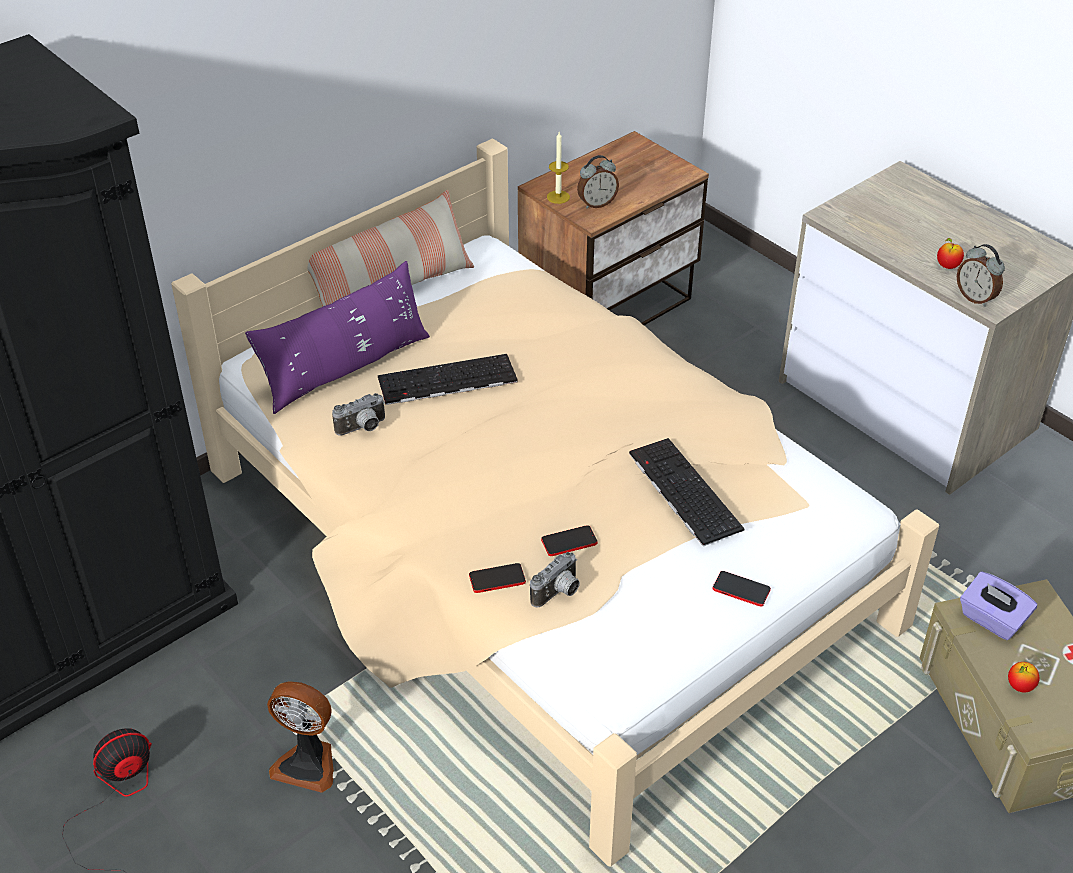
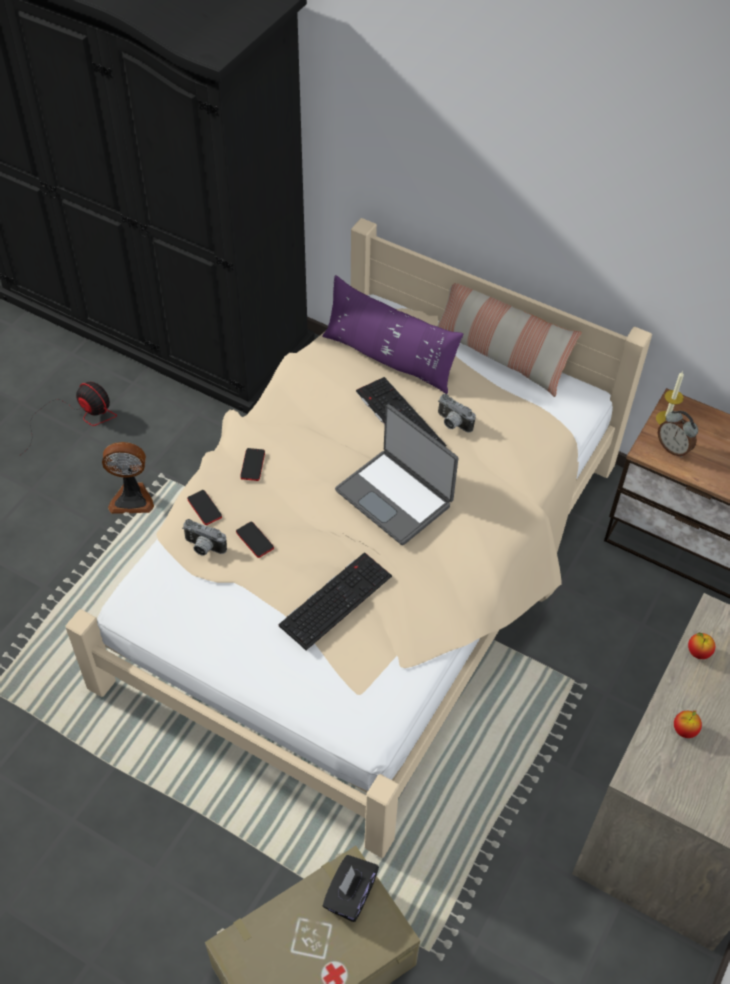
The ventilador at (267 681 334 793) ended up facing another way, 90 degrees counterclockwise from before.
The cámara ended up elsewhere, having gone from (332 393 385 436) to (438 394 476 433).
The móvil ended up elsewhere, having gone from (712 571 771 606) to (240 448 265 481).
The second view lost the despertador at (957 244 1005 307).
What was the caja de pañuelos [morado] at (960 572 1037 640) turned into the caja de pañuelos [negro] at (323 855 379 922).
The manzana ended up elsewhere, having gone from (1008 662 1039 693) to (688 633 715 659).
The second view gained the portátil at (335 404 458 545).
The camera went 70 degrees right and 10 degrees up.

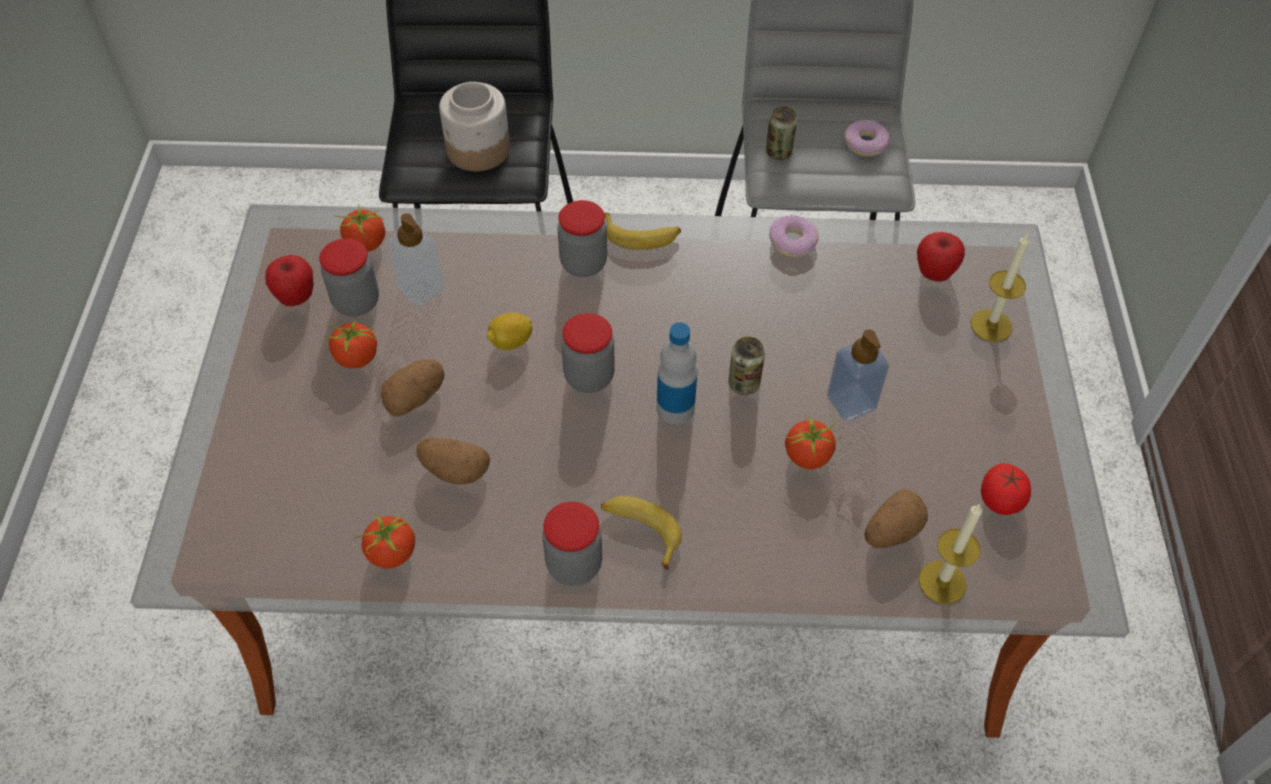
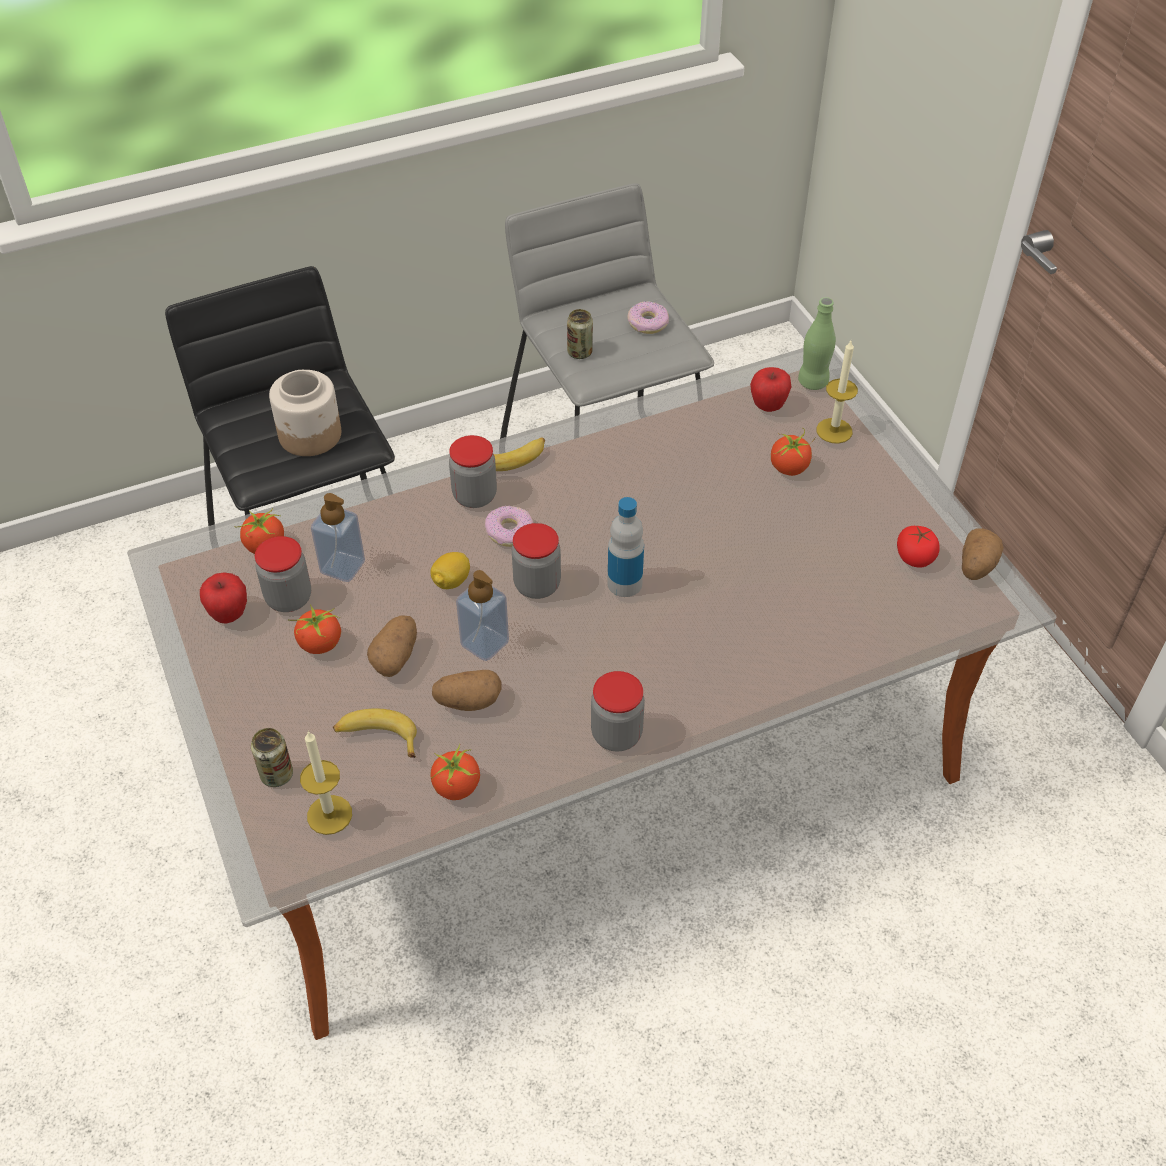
The plátano ended up elsewhere, having gone from (601 496 682 570) to (333 709 417 758).
The lata ended up elsewhere, having gone from (728 337 765 395) to (251 728 293 787).
The rosquilla ended up elsewhere, having gone from (769 215 819 257) to (485 506 534 547).
The tomate ended up elsewhere, having gone from (785 416 842 469) to (771 428 816 476).
The dispensador de jabón ended up elsewhere, having gone from (827 329 889 421) to (456 570 509 661).
The patata ended up elsewhere, having gone from (865 490 928 548) to (962 528 1004 580).
The vela ended up elsewhere, having gone from (918 504 982 604) to (300 731 352 835).
The second view gained the botella [verde] at (798 297 836 390).
The camera went 25 degrees left and 5 degrees down.

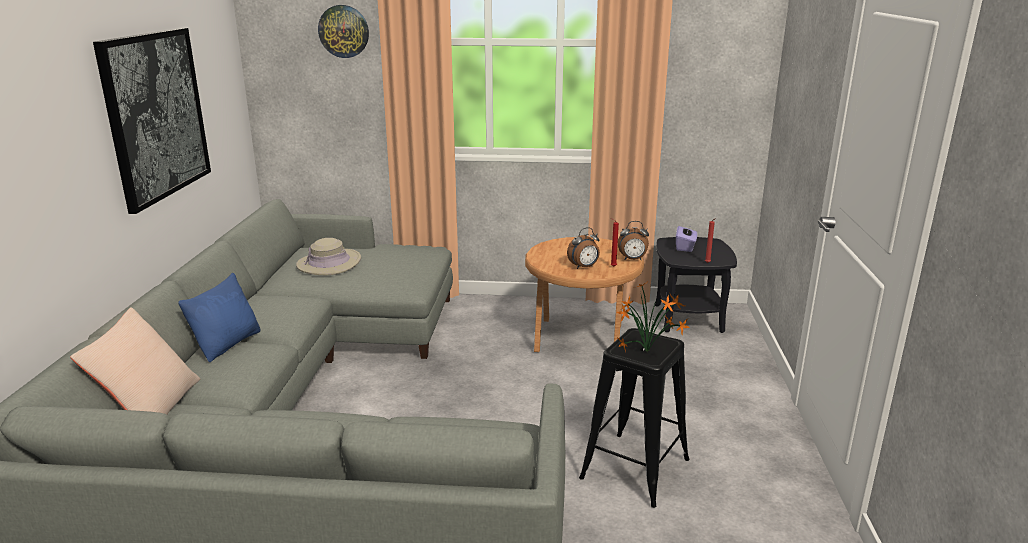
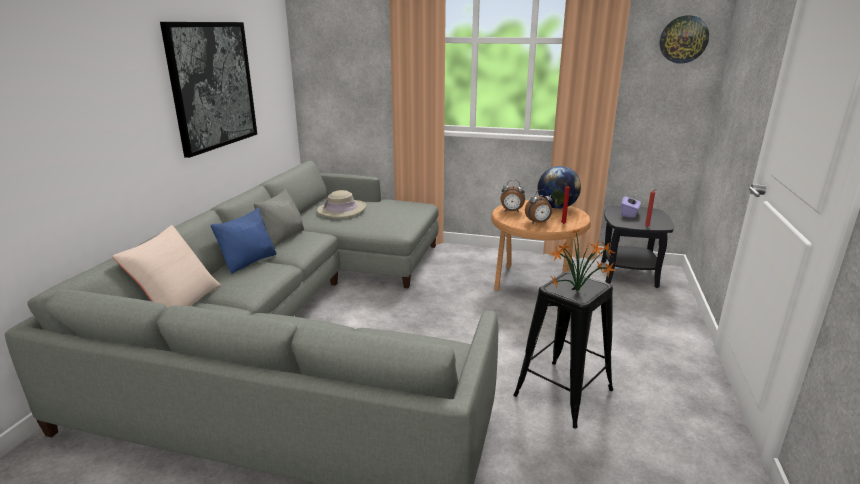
The reloj de pared ended up elsewhere, having gone from (318 5 369 58) to (659 15 709 64).
The despertador ended up elsewhere, having gone from (618 221 649 260) to (500 180 525 212).
The second view gained the cojín [gris] at (254 188 304 247).
The second view gained the globo terráqueo at (538 166 581 209).
The camera went 10 degrees right and 0 degrees up.

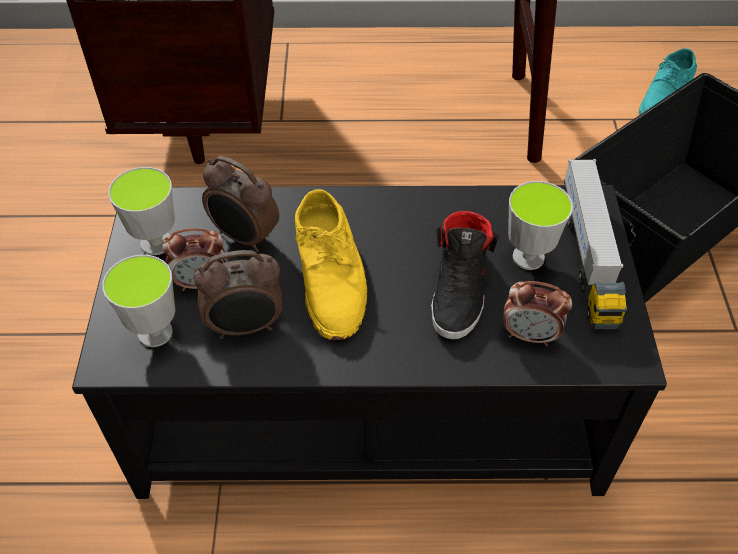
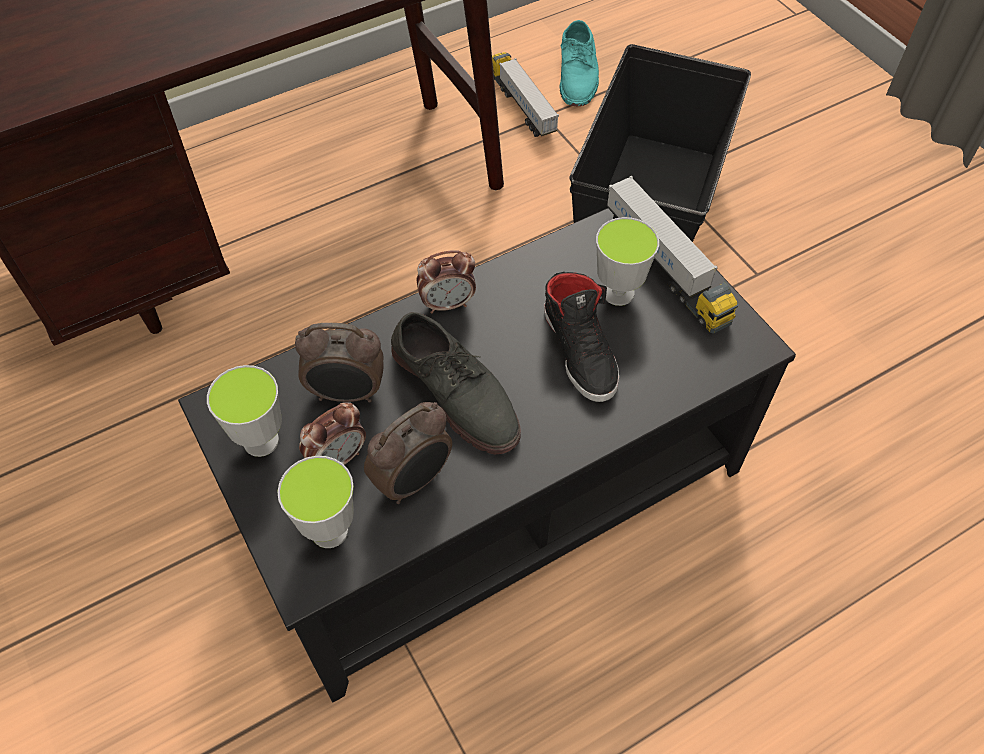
What was the zapato [amarillo] at (295 189 367 340) turned into the zapato [gris] at (391 312 521 454).
The despertador ended up elsewhere, having gone from (503 281 572 346) to (416 250 476 314).
The second view gained the camión de juguete at (492 52 559 137).
The camera went 30 degrees left and 5 degrees up.

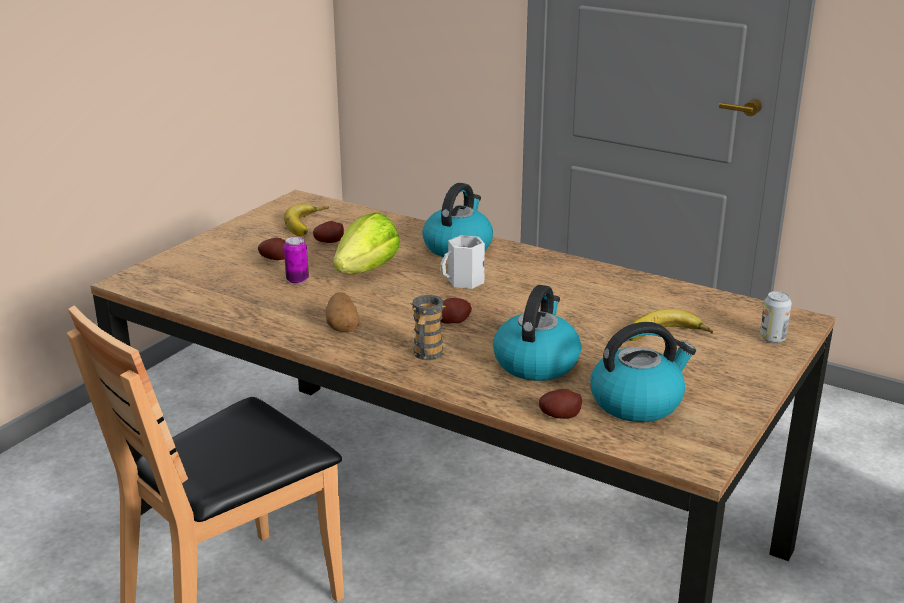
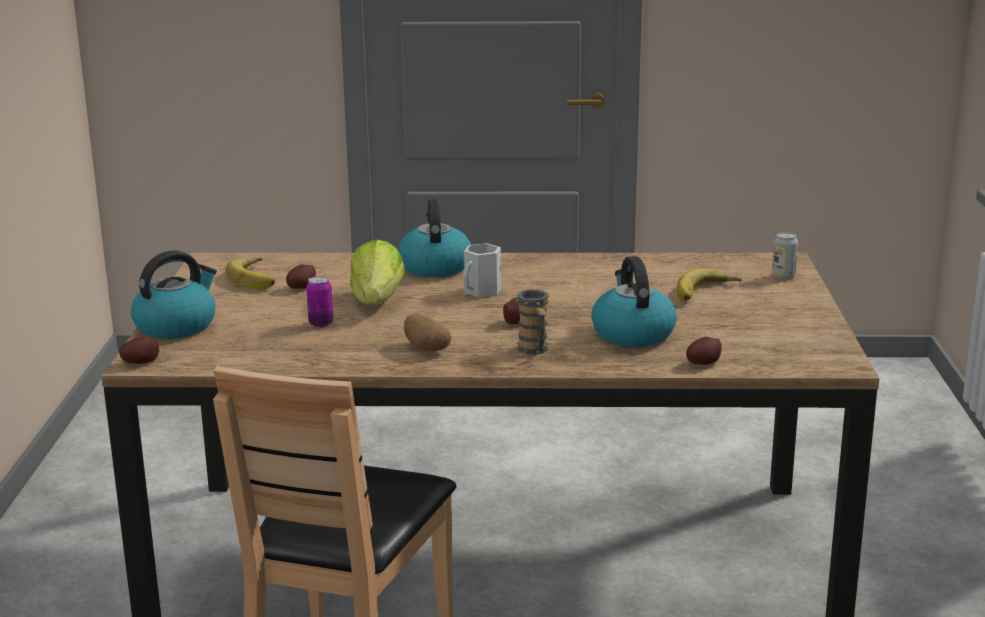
The patata ended up elsewhere, having gone from (258 237 286 260) to (119 336 159 364).
The hervidor ended up elsewhere, having gone from (590 322 696 422) to (131 251 217 339).
The camera went 30 degrees left and 5 degrees down.

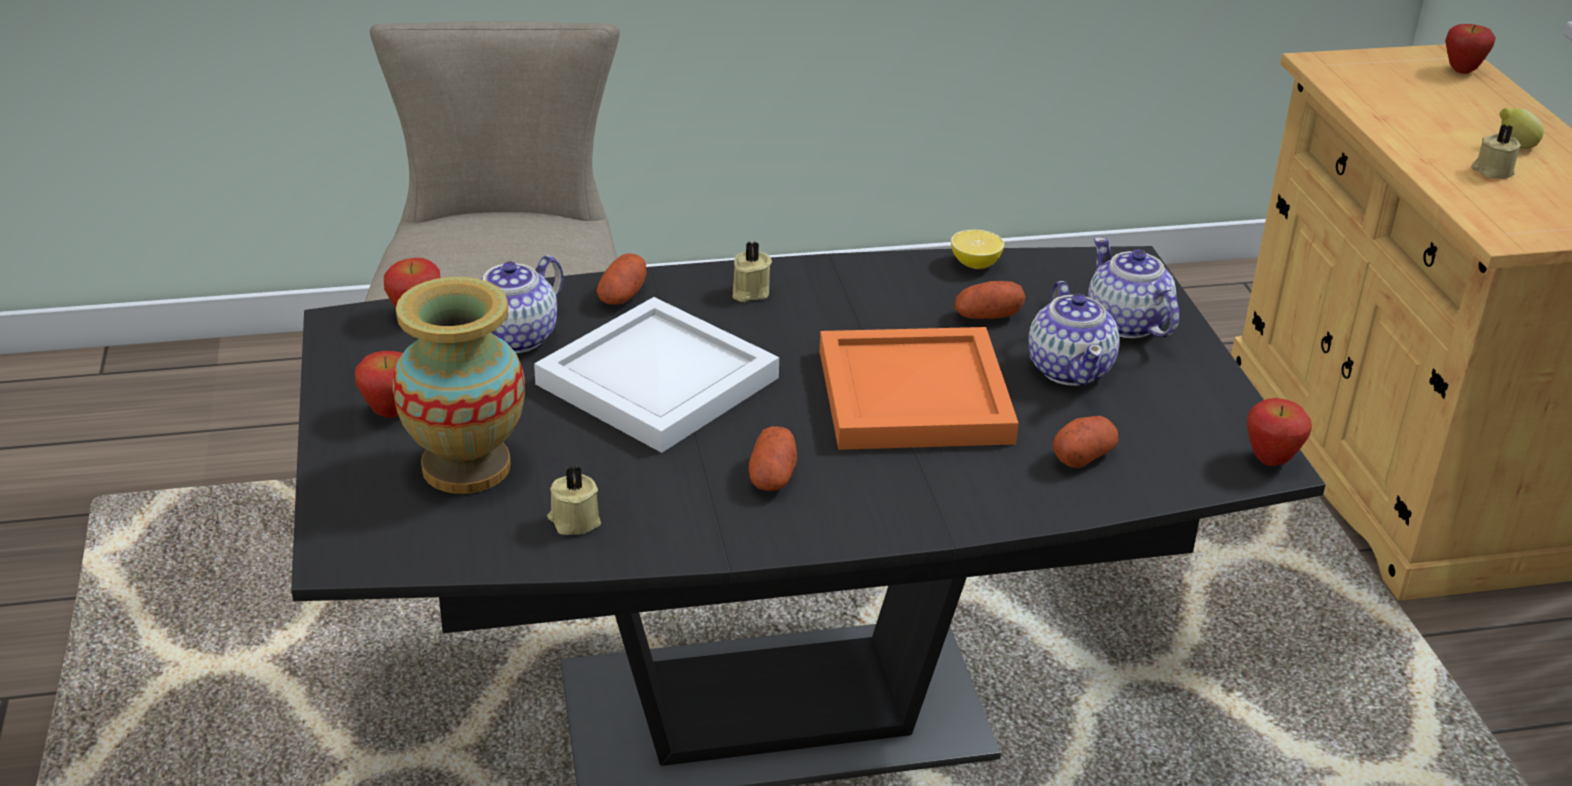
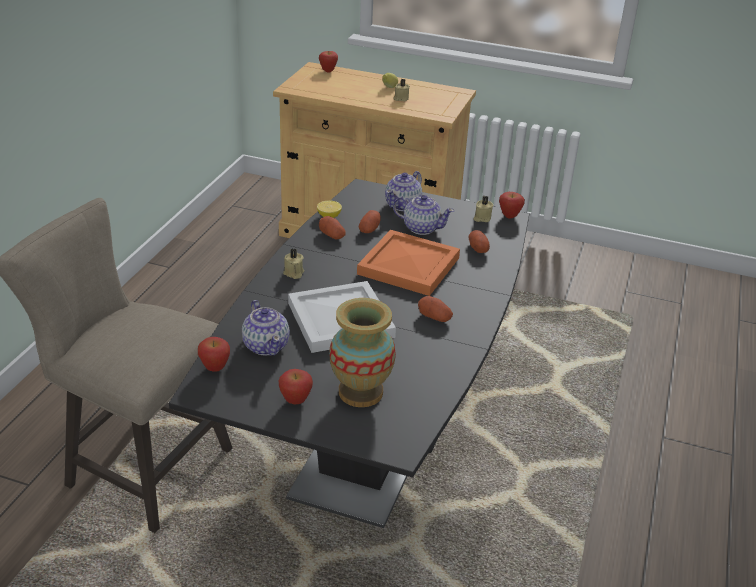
The vela [beis] ended up elsewhere, having gone from (547 466 601 535) to (473 196 493 222).
The patata ended up elsewhere, having gone from (597 253 647 305) to (319 216 346 239).
The tetera at (1088 237 1180 338) ended up facing another way, 60 degrees counterclockwise from before.
The camera went 60 degrees left and 0 degrees up.

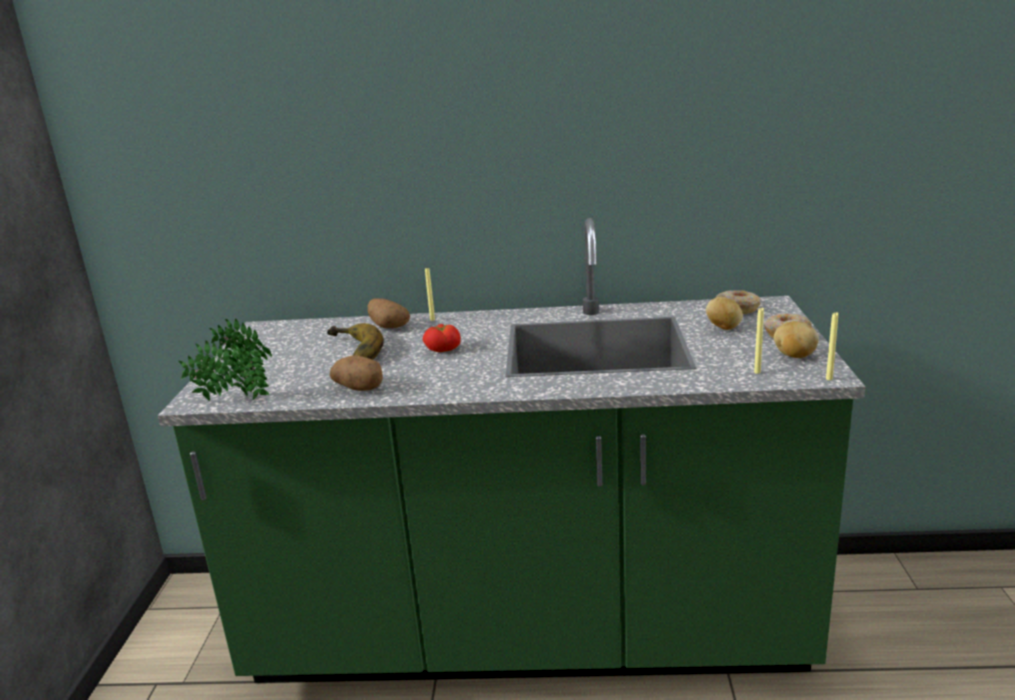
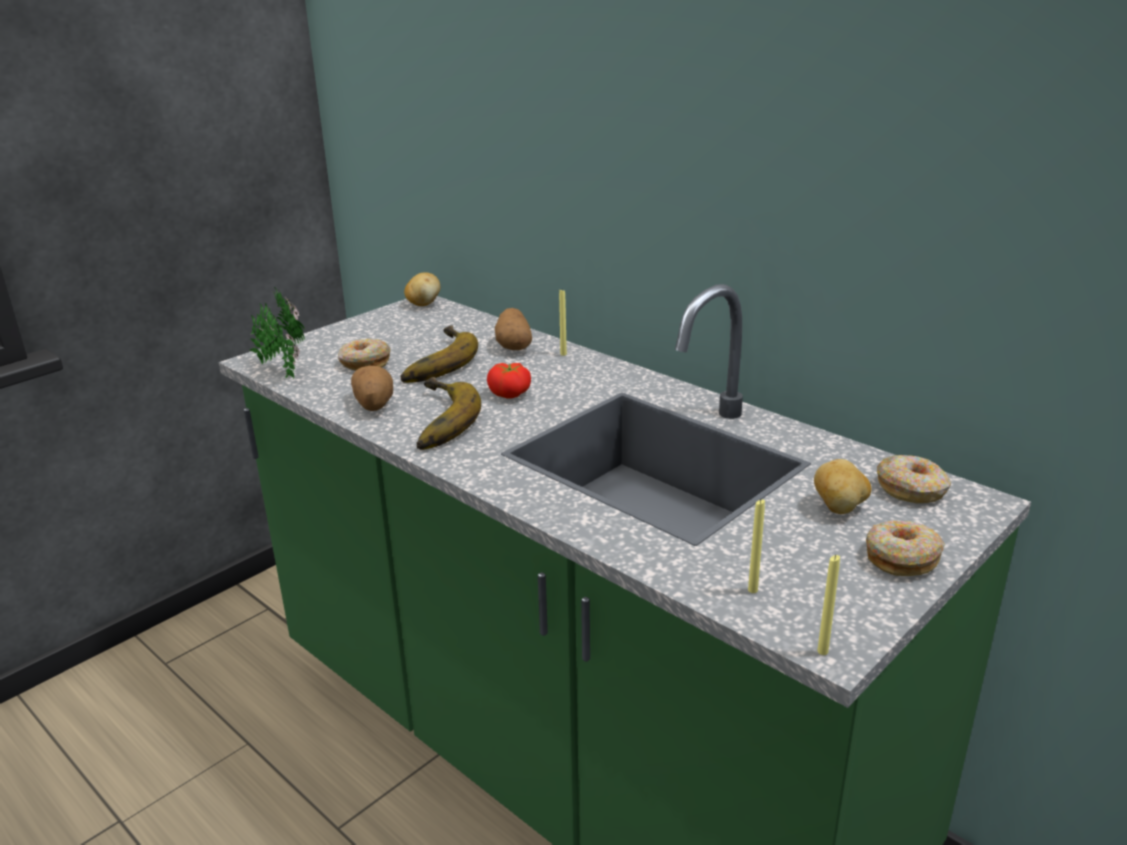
The patata ended up elsewhere, having gone from (774 321 819 358) to (404 272 440 306).
The second view gained the rosquilla at (338 339 390 371).
The second view gained the plátano at (417 377 481 450).
The camera went 40 degrees right and 5 degrees up.

